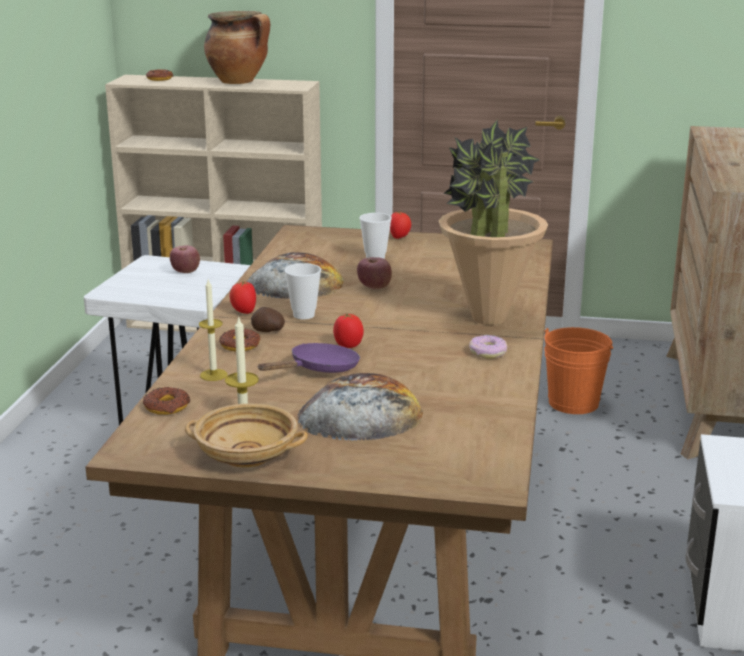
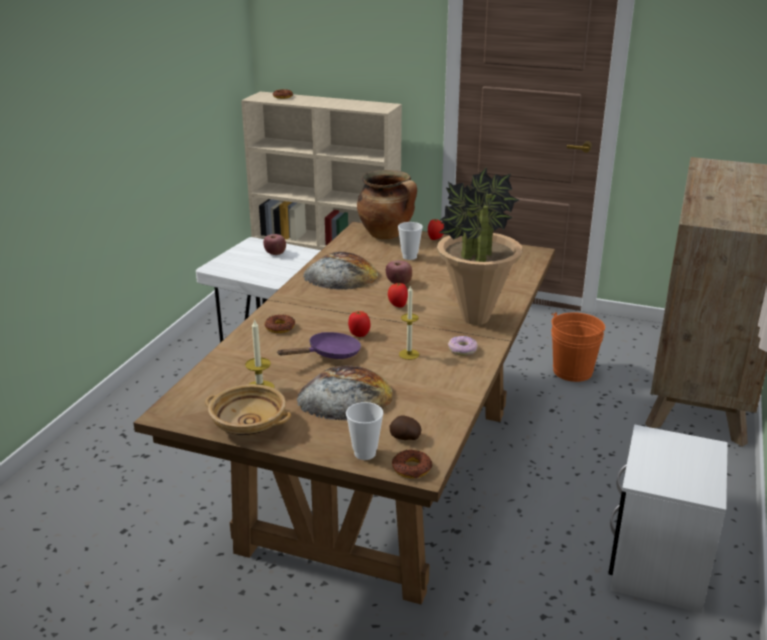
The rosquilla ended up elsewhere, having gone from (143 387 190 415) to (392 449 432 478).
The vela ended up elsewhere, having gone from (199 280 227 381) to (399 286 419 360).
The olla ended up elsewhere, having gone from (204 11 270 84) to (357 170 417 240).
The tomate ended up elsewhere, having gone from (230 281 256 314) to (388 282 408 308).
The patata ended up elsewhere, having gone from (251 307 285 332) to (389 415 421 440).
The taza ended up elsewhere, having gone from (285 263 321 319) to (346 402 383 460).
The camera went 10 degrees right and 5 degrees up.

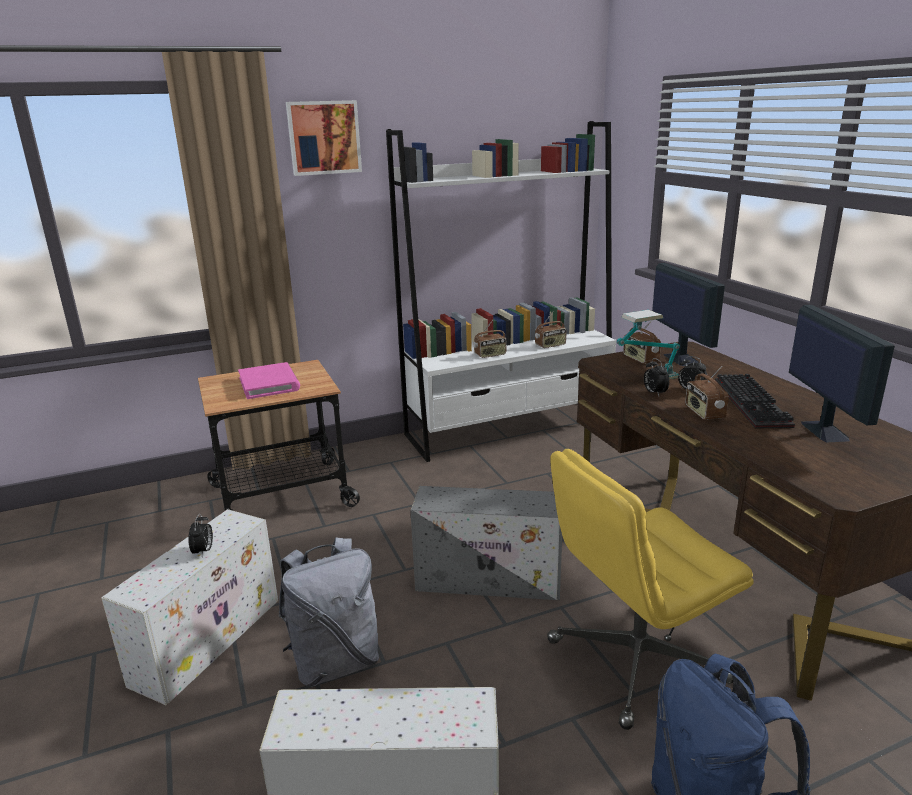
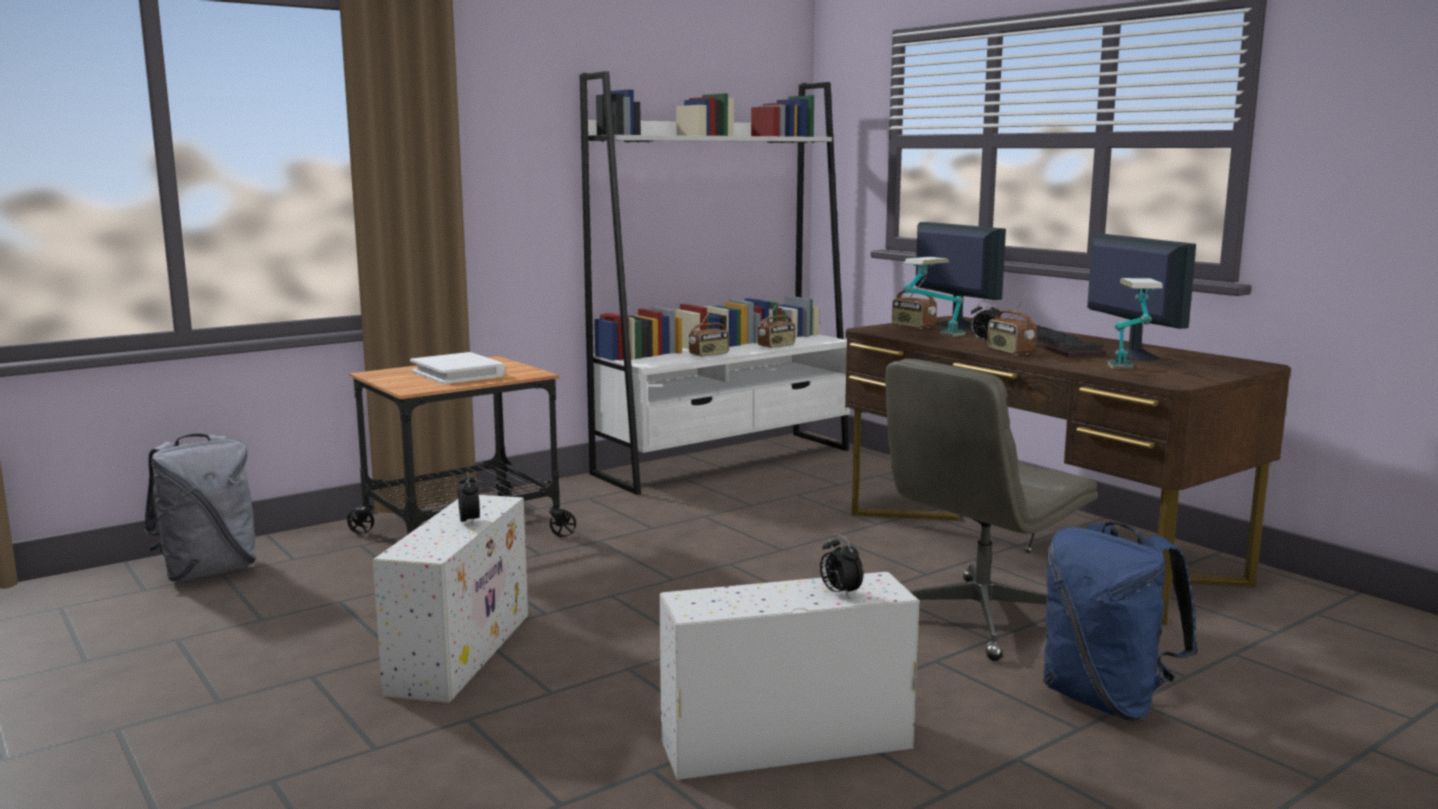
What was the libro [rosa] at (238 362 300 399) turned into the libro [blanco] at (410 352 505 384).
The mochila [gris] ended up elsewhere, having gone from (279 538 379 687) to (144 433 257 582).
The second view lost the cuadro at (286 100 362 176).
The second view lost the caja de almacenaje [gris] at (410 486 562 600).
What was the silla de oficina [amarillo] at (547 449 753 730) turned into the silla de oficina [gris] at (885 359 1098 661).
The despertador ended up elsewhere, having gone from (644 358 669 396) to (820 534 863 599).
The second view gained the lámpara de mesa at (1108 278 1163 369).
The camera went 15 degrees left and 10 degrees down.

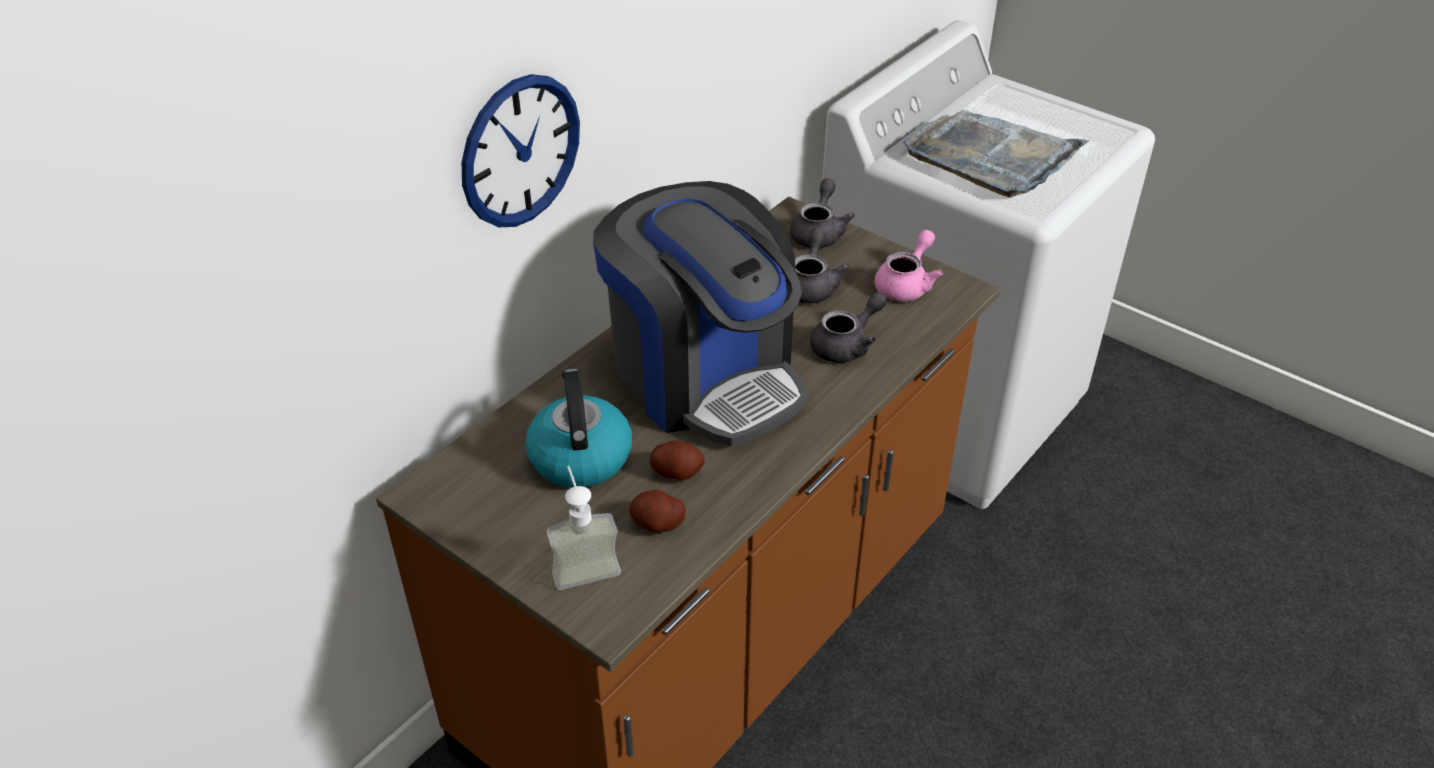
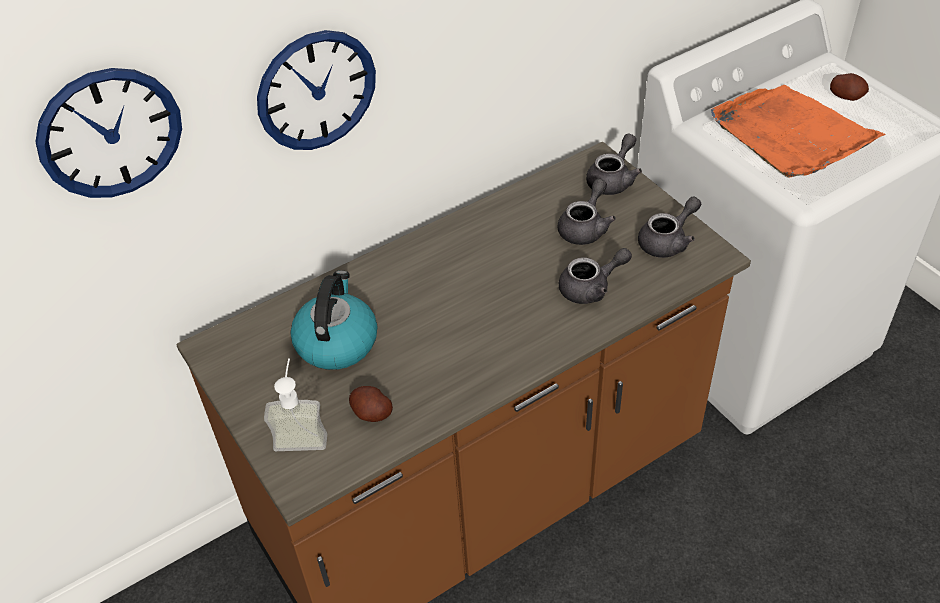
The second view lost the cafetera at (593 181 808 446).
The patata ended up elsewhere, having gone from (650 440 705 480) to (830 73 869 101).
What was the tetera [rosa] at (874 230 943 301) turned into the tetera [gris] at (638 196 701 258).
What was the bandeja [gris] at (903 110 1089 198) turned into the bandeja [naranja] at (711 85 886 178).
The second view gained the reloj de pared at (35 68 182 198).
The camera went 20 degrees right and 5 degrees up.

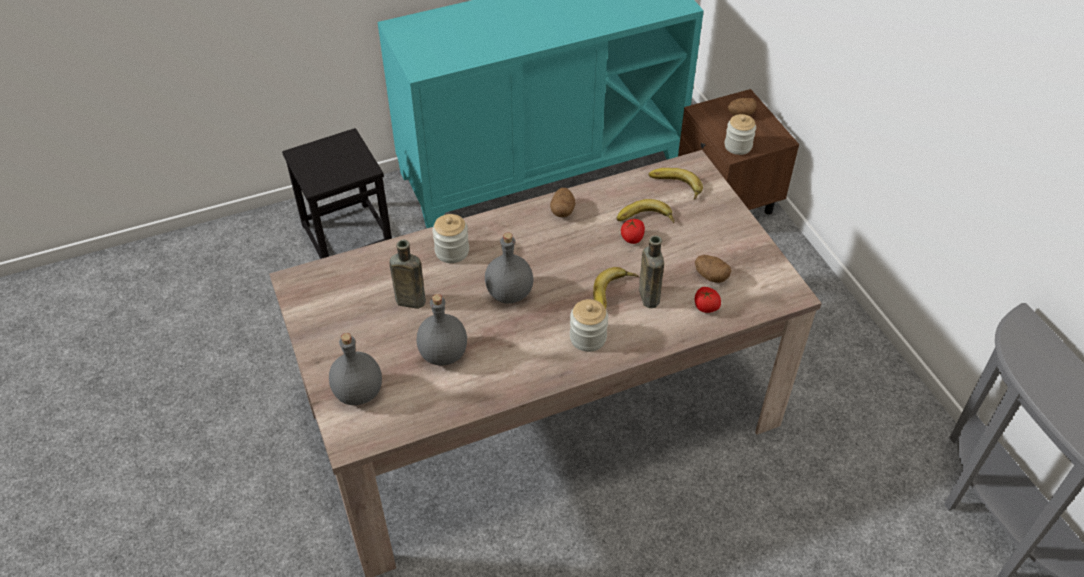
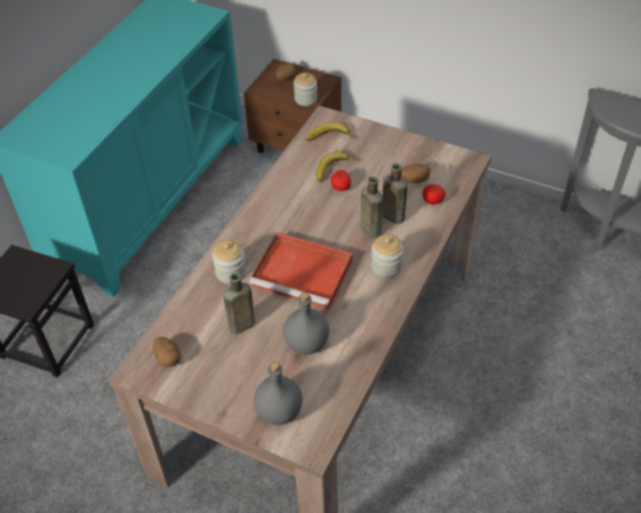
Where the botella [gris] stood at (485 232 533 304), the bandeja [rojo] came to stand at (250 232 352 309).
The patata ended up elsewhere, having gone from (550 188 575 217) to (153 337 181 367).
Where the plátano stood at (593 267 638 309), the botella [marrón] came to stand at (361 176 383 238).
The camera went 40 degrees left and 0 degrees up.

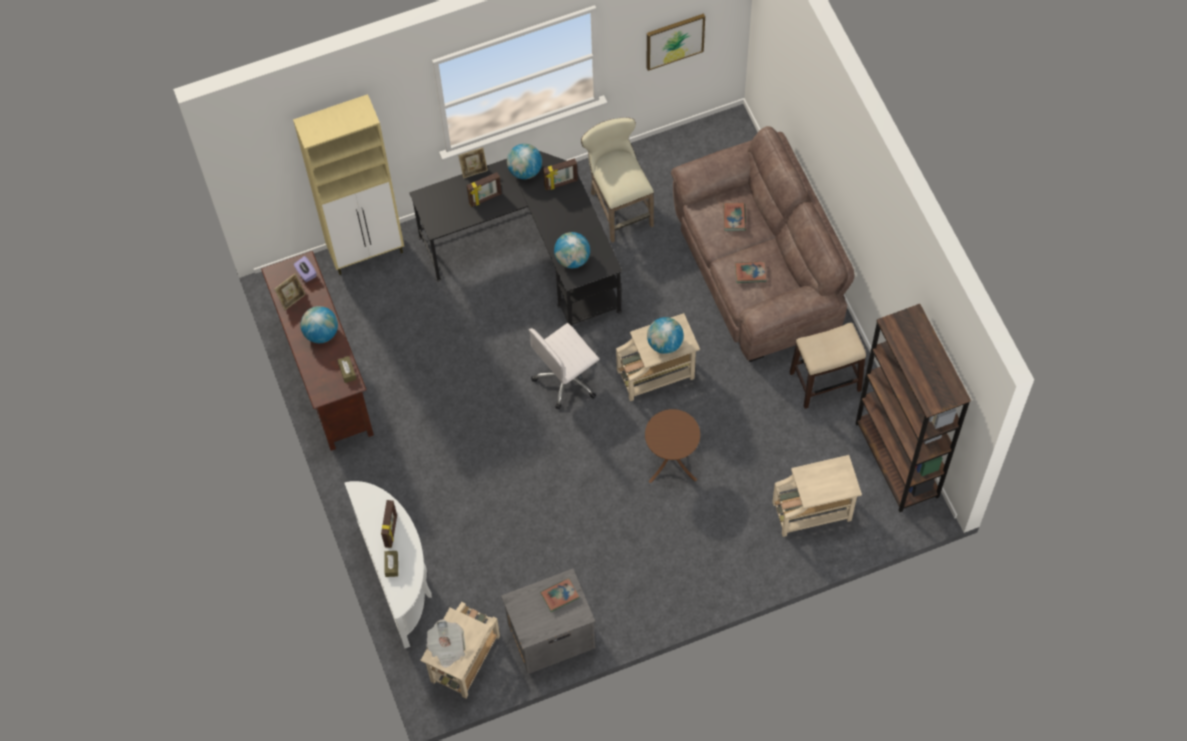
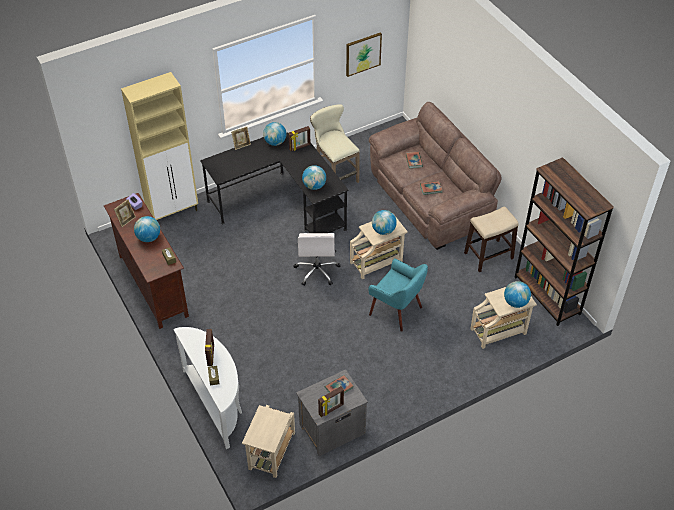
The second view lost the periódico at (426 619 466 668).
The portarretratos ended up elsewhere, having gone from (467 172 502 207) to (318 386 344 418).
The silla de oficina [blanco] at (529 323 599 410) ended up facing another way, 45 degrees counterclockwise from before.
Where the mesa auxiliar [marrón] stood at (645 409 700 483), the sillón [turquesa] came to stand at (368 258 428 332).
The second view gained the globo terráqueo at (504 281 531 308).
The camera went 10 degrees left and 15 degrees down.

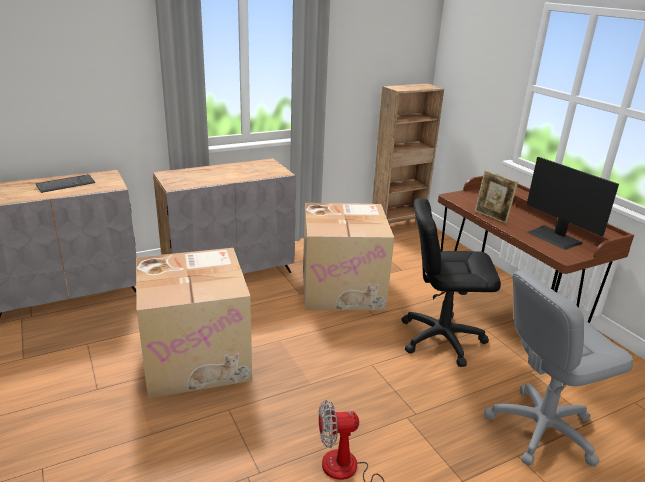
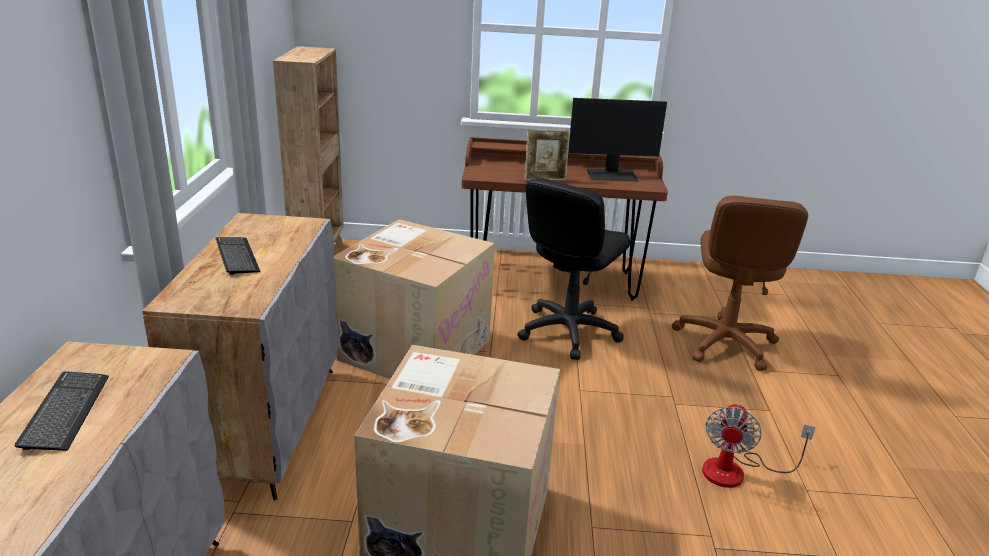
What was the silla de oficina [gris] at (484 270 633 467) turned into the silla de oficina [marrón] at (672 196 808 371).
The second view gained the teclado at (216 237 261 275).
The camera went 60 degrees left and 0 degrees up.

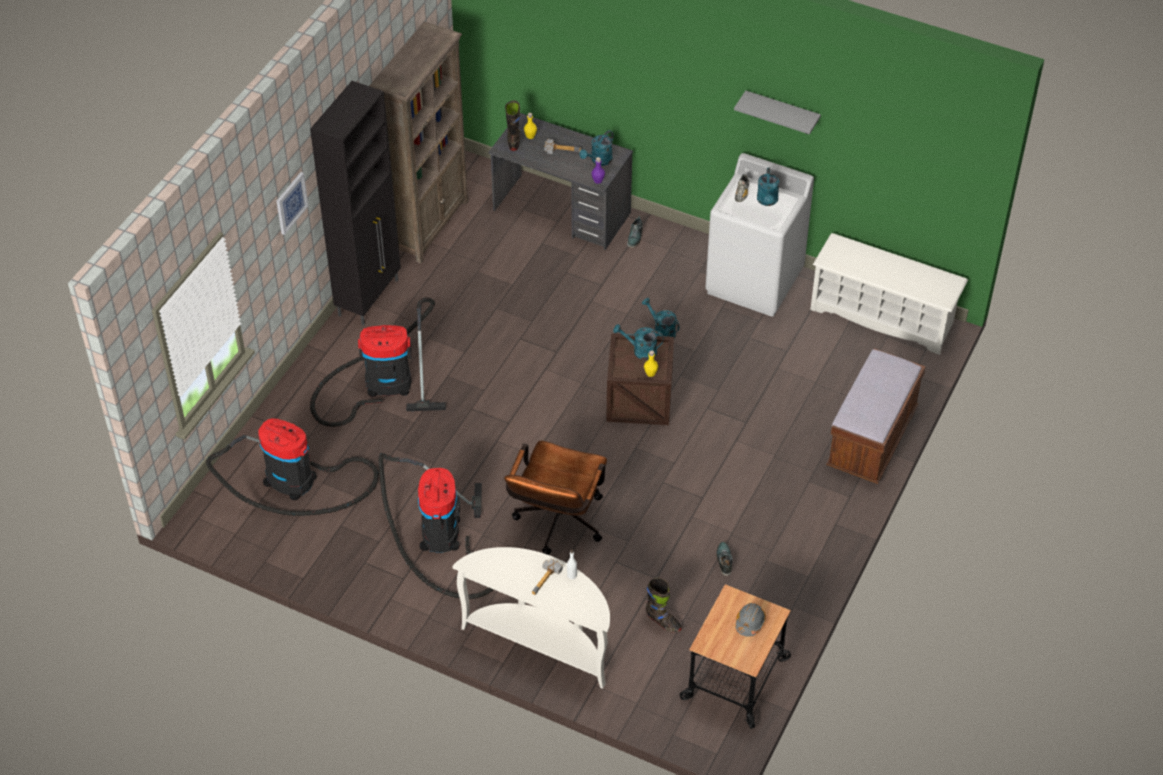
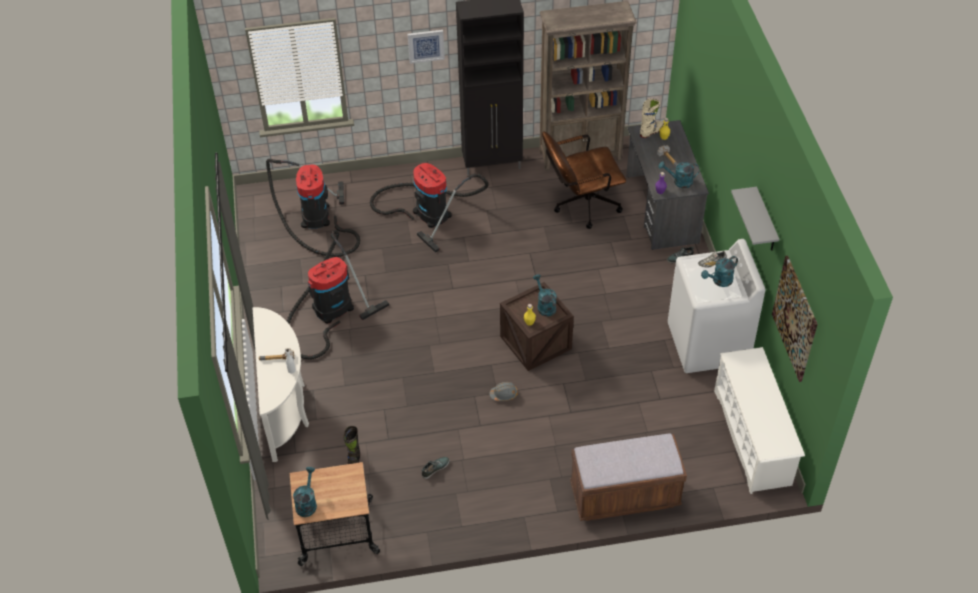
The silla de oficina [marrón] ended up elsewhere, having gone from (504 441 607 555) to (542 131 626 229).
What was the bota [negro] at (505 100 521 151) turned into the bota [beis] at (640 99 664 138).
The regadera [turquesa] ended up elsewhere, having gone from (642 298 680 339) to (293 467 317 517).
The casco [gris] ended up elsewhere, having gone from (735 603 766 637) to (489 382 518 401).
The second view gained the cuadro at (772 256 818 382).
The camera went 55 degrees right and 0 degrees up.

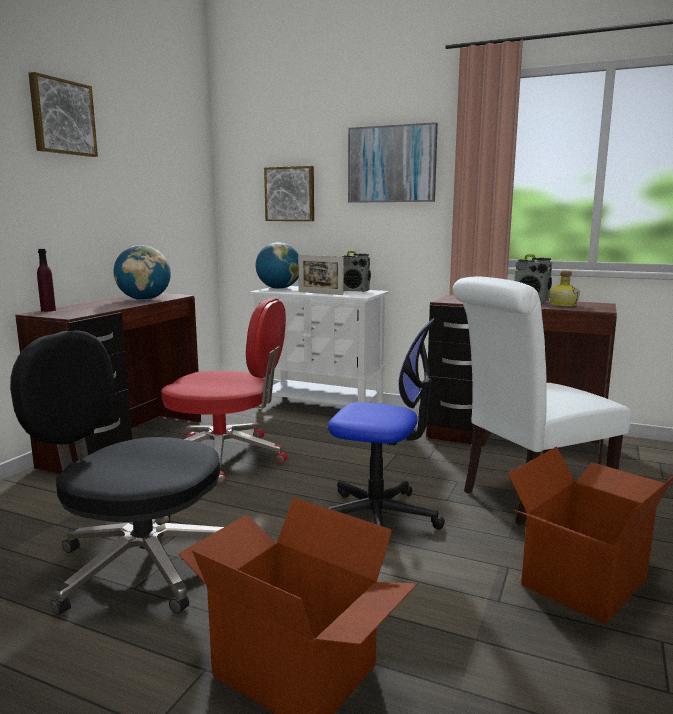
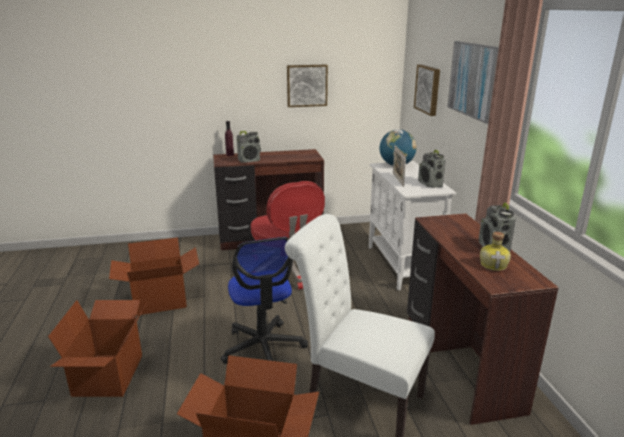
Where the silla de oficina [negro] stood at (10 330 224 615), the caja de cartón came to stand at (109 237 199 316).
The cuadro ended up elsewhere, having gone from (28 72 98 157) to (287 65 328 107).
The second view lost the globo terráqueo at (114 245 171 300).
The second view gained the radio at (237 131 261 163).
The camera went 55 degrees right and 10 degrees up.

